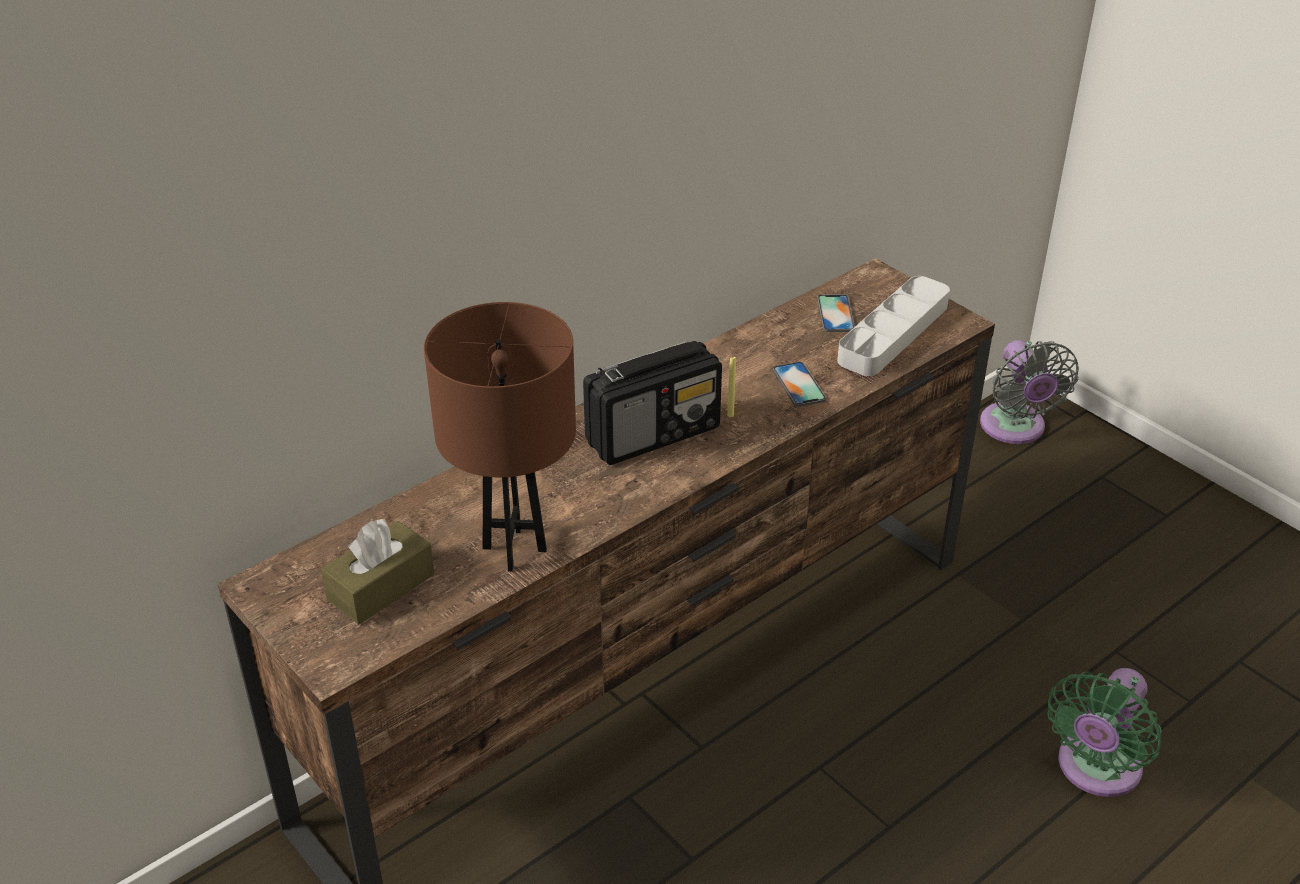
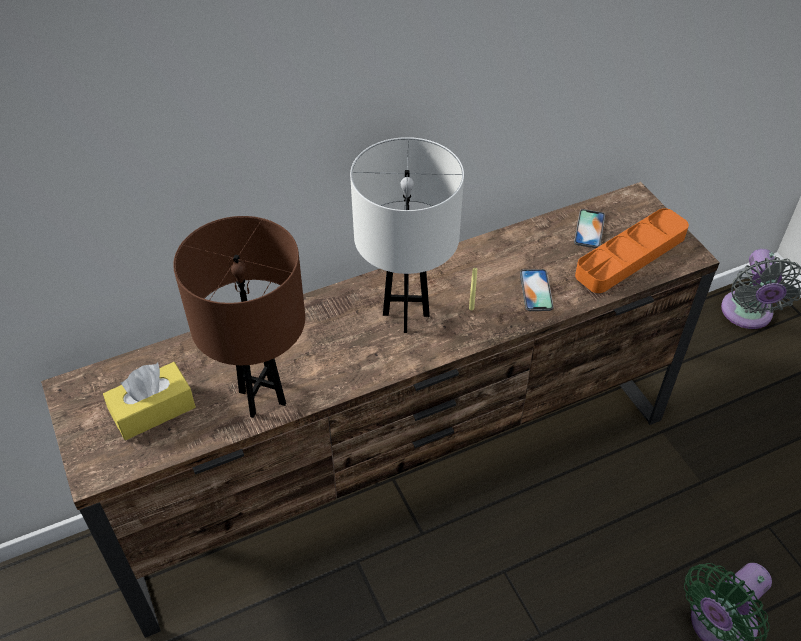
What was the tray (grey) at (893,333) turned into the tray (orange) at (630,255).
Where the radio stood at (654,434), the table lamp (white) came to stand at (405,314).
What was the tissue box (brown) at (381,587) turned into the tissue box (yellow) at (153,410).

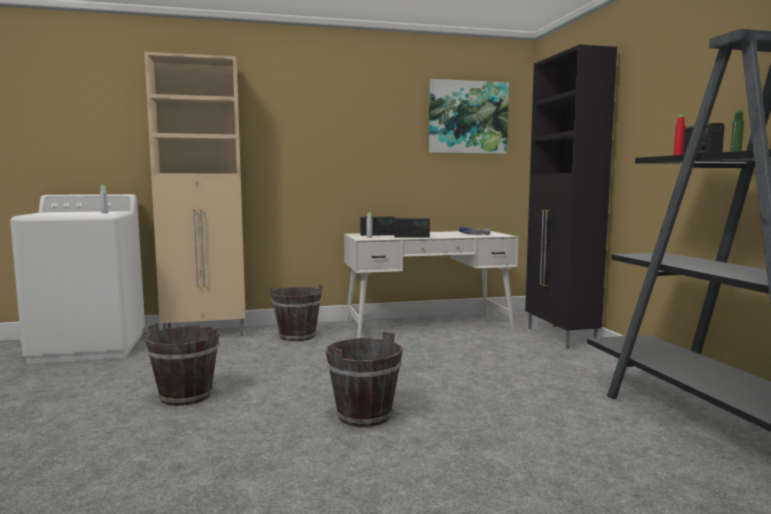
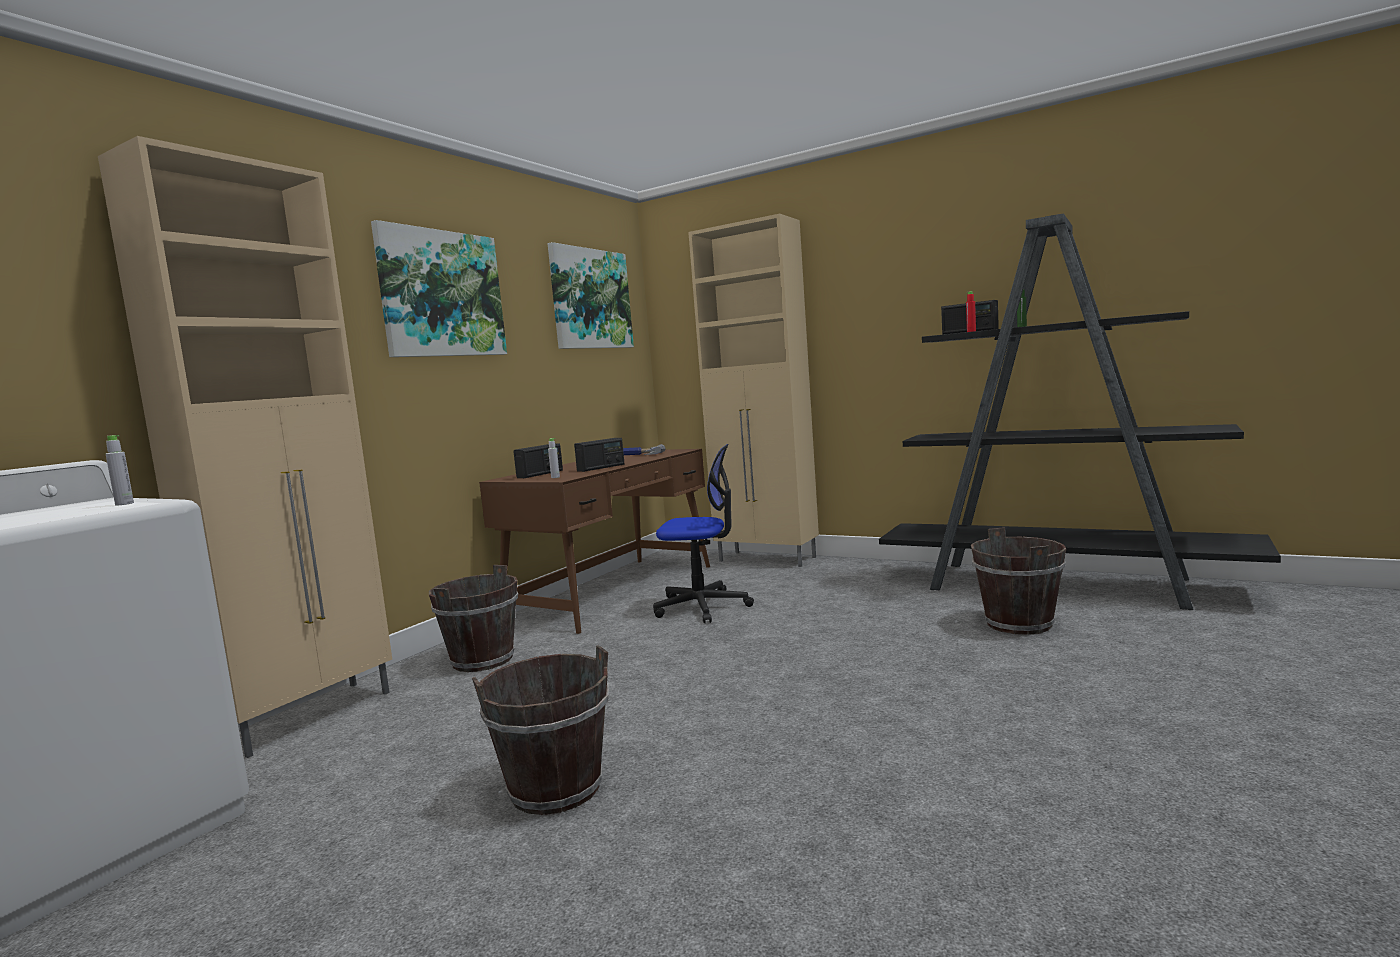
What was the cabinet (black) at (560,337) turned into the cabinet (beige) at (768,559).
What was the desk (white) at (428,325) turned into the desk (brown) at (614,591).
The bucket (brown) ended up elsewhere, having gone from (364,415) to (1019,624).
The second view gained the picture at (441,294).
The second view gained the office chair at (702,607).

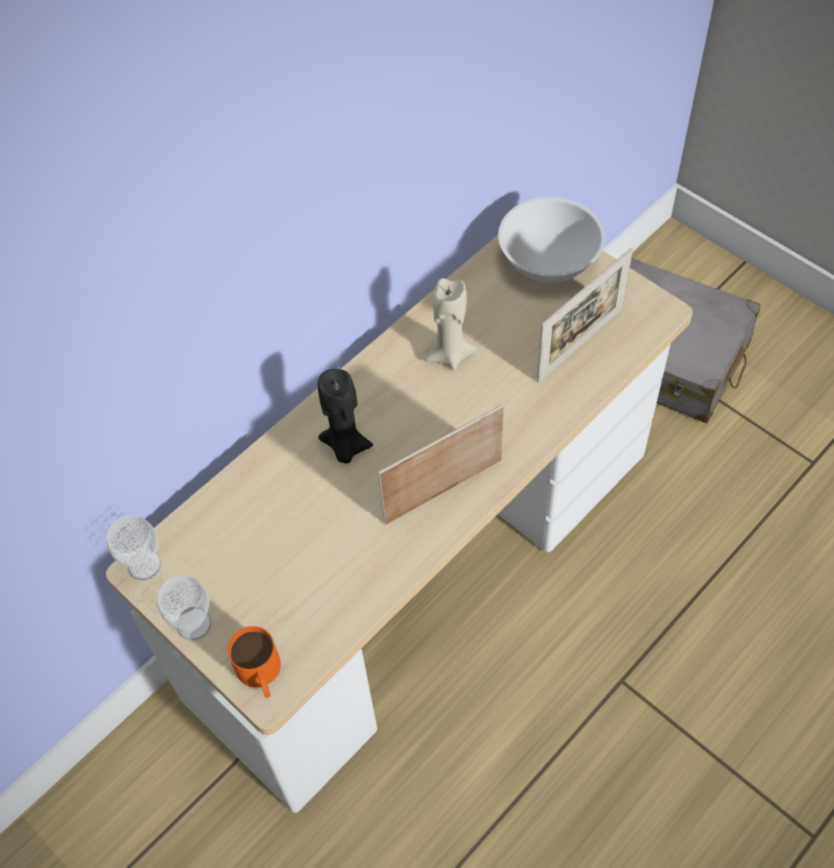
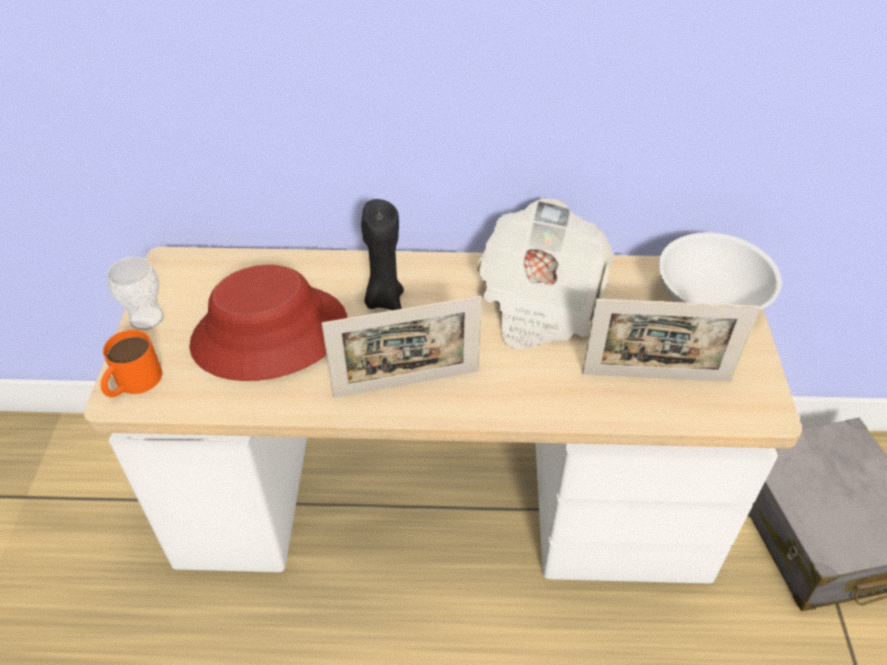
Where the candle (beige) stood at (449,355), the newspaper came to stand at (539,303).
The picture frame at (444,491) ended up facing another way, 150 degrees clockwise from before.
The second view lost the cup at (144,565).
The second view gained the hat (red) at (269,334).

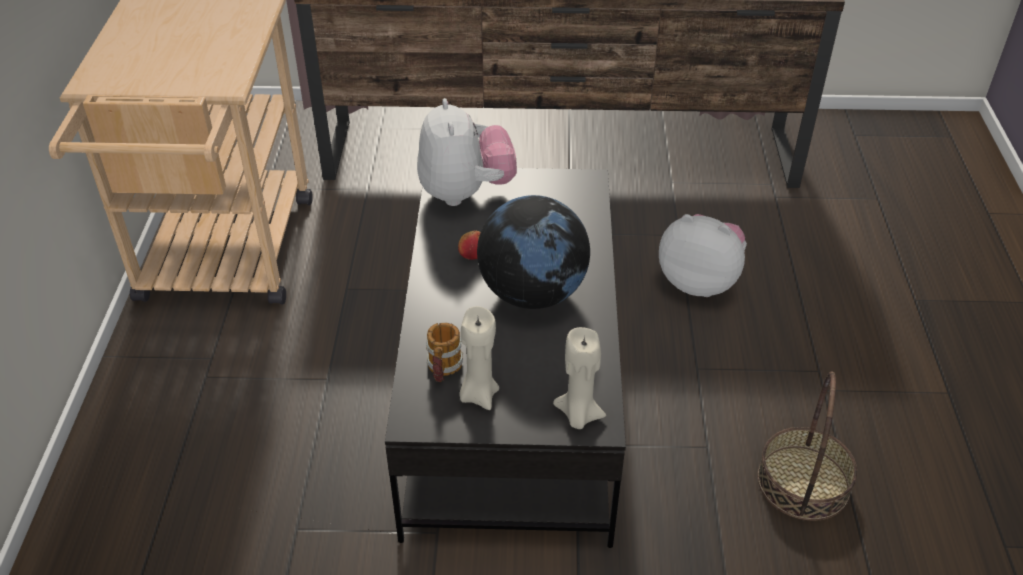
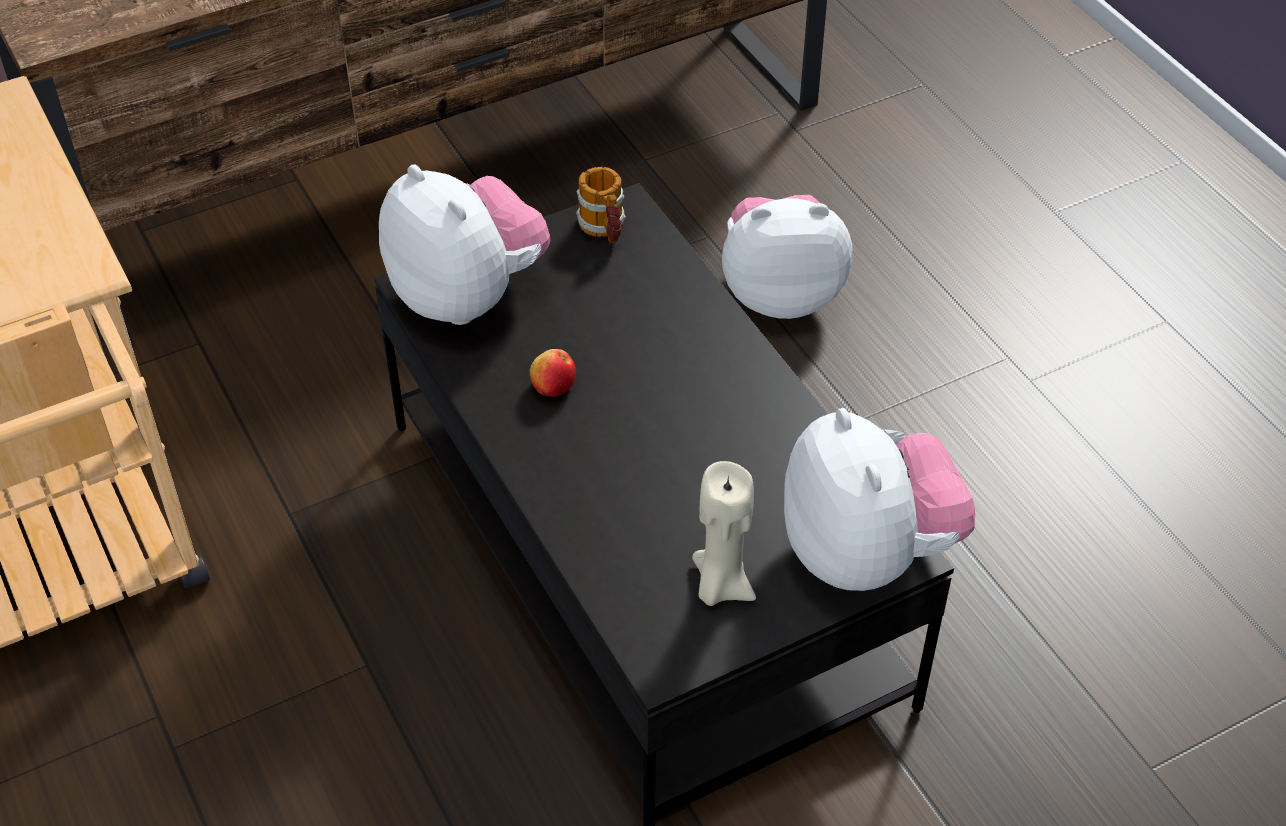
The second view lost the globe at (533,293).
The mug ended up elsewhere, having gone from (443,369) to (604,229).
Where the candle (beige) stood at (578,415), the plush toy came to stand at (867,553).
The second view lost the basket at (803,482).

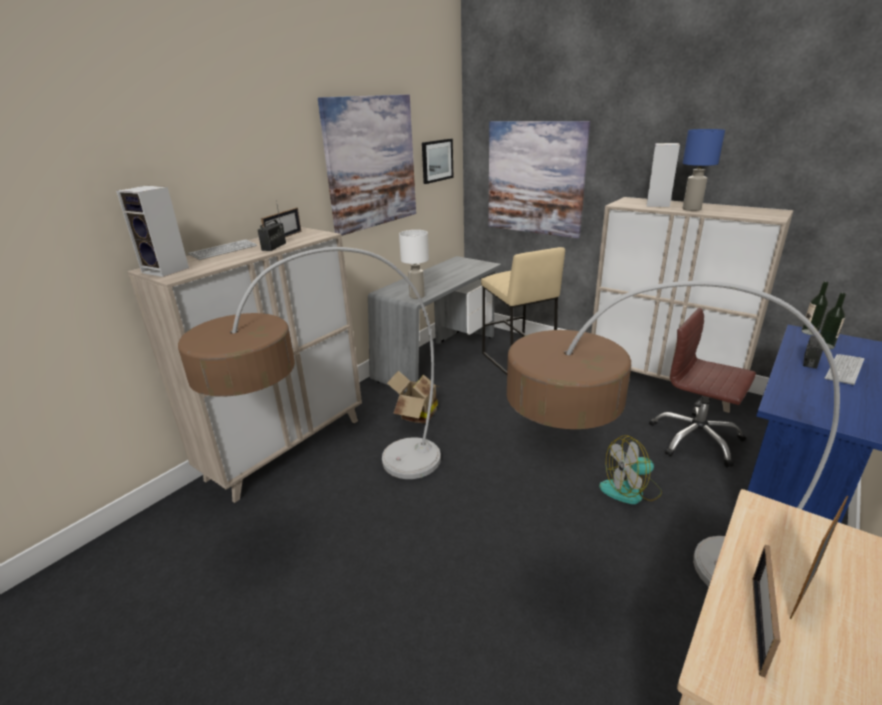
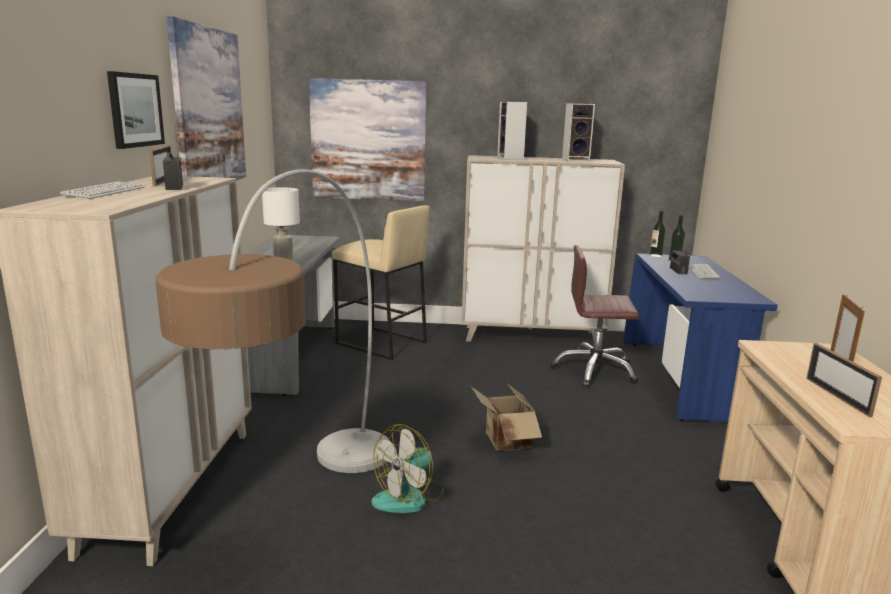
The second view lost the table lamp (blue) at (691,209).
The picture ended up elsewhere, having gone from (437,160) to (135,110).
The speaker ended up elsewhere, having gone from (167,270) to (576,160).
The second view lost the floor lamp at (625,568).
The cardboard box ended up elsewhere, having gone from (416,415) to (504,442).
The fan ended up elsewhere, having gone from (630,490) to (409,497).

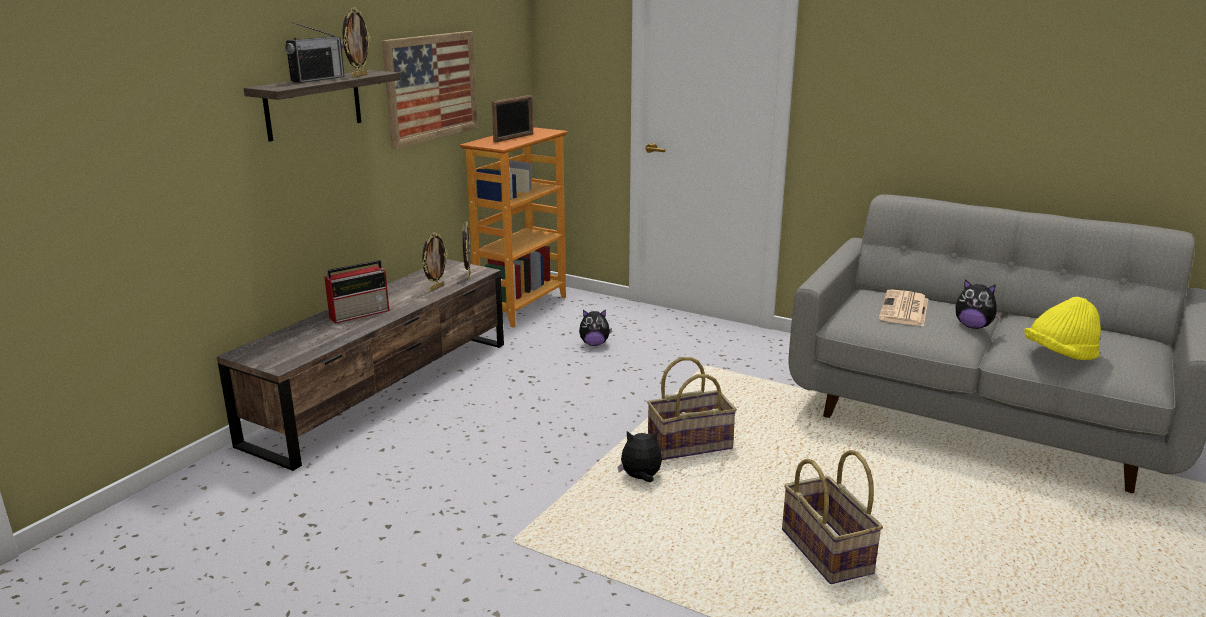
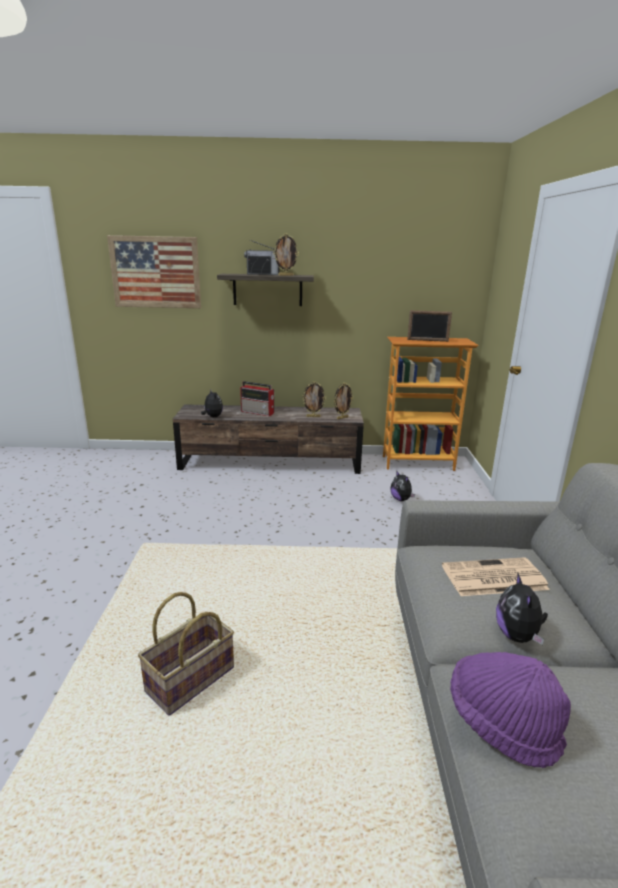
The picture ended up elsewhere, having gone from (431,87) to (155,272).
What was the hat (yellow) at (1059,355) turned into the hat (purple) at (502,723).
The second view lost the basket at (689,444).
The plush toy ended up elsewhere, having gone from (641,478) to (212,417).

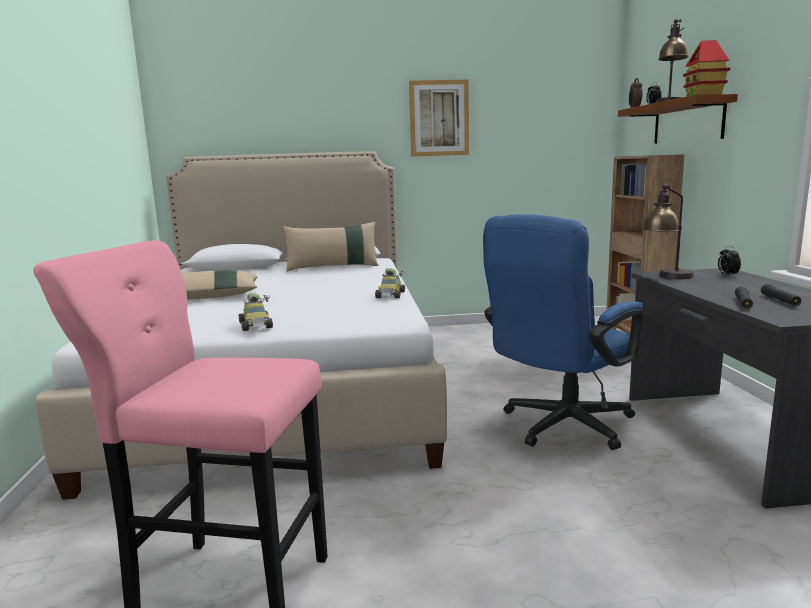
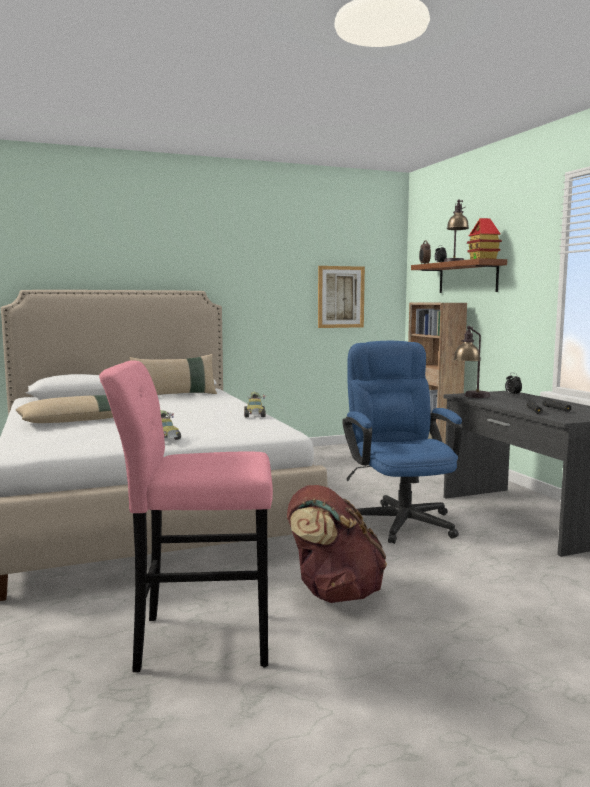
The picture ended up elsewhere, having gone from (439,118) to (340,297).
The office chair (blue) at (560,427) ended up facing another way, 135 degrees clockwise from before.
The second view gained the backpack (brown) at (333,593).

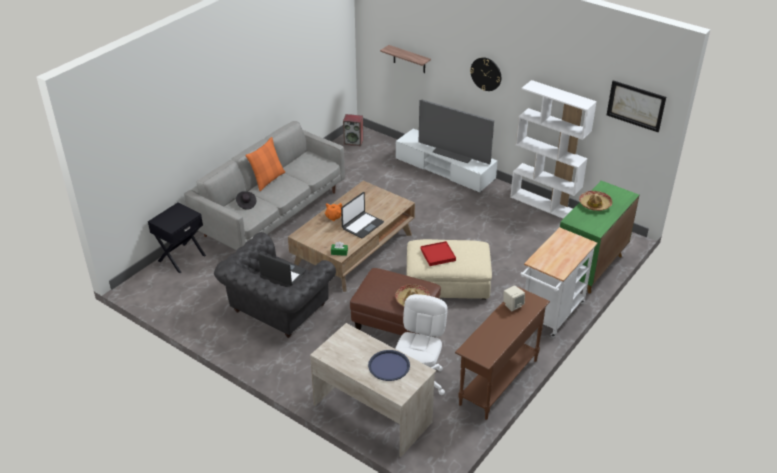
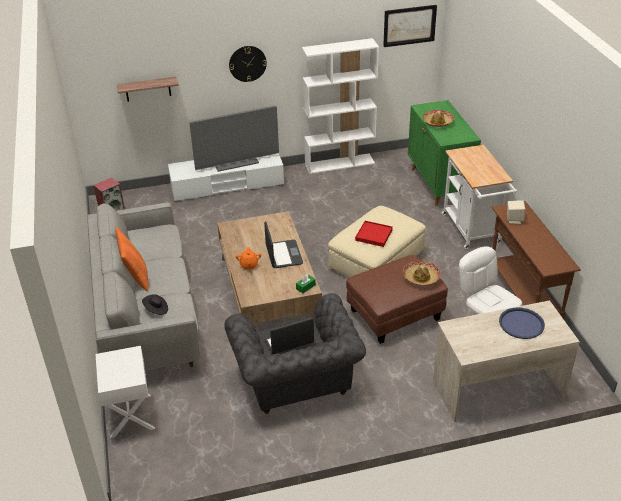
What was the nightstand (black) at (181,258) turned into the nightstand (white) at (130,416).

